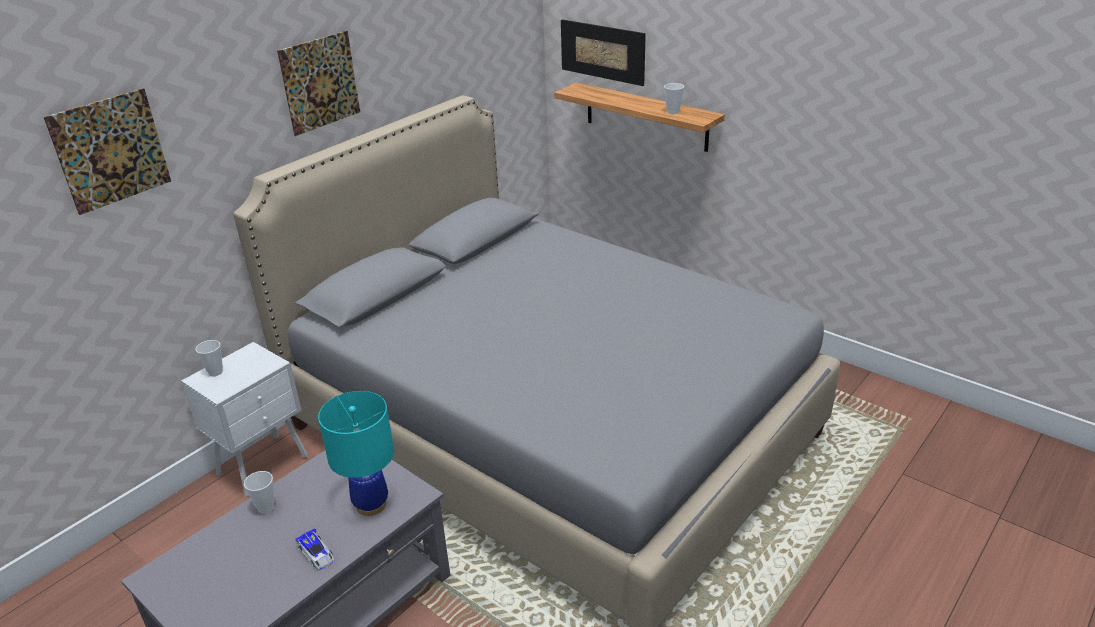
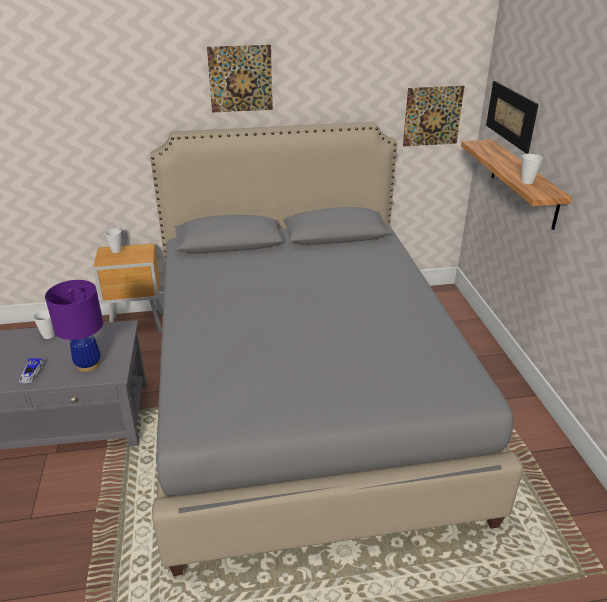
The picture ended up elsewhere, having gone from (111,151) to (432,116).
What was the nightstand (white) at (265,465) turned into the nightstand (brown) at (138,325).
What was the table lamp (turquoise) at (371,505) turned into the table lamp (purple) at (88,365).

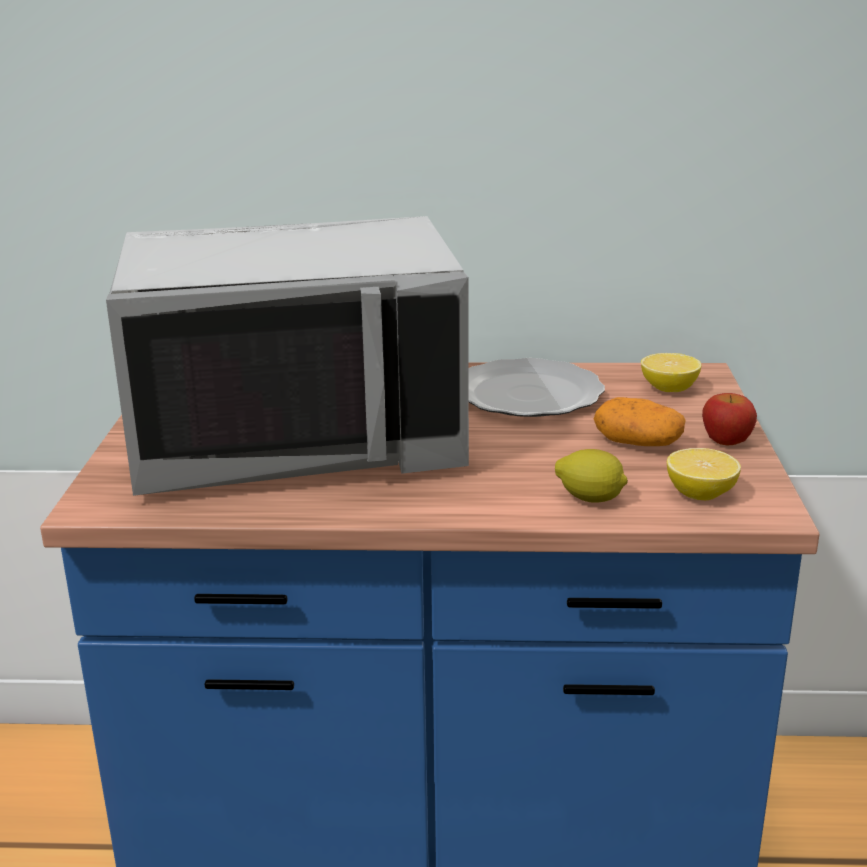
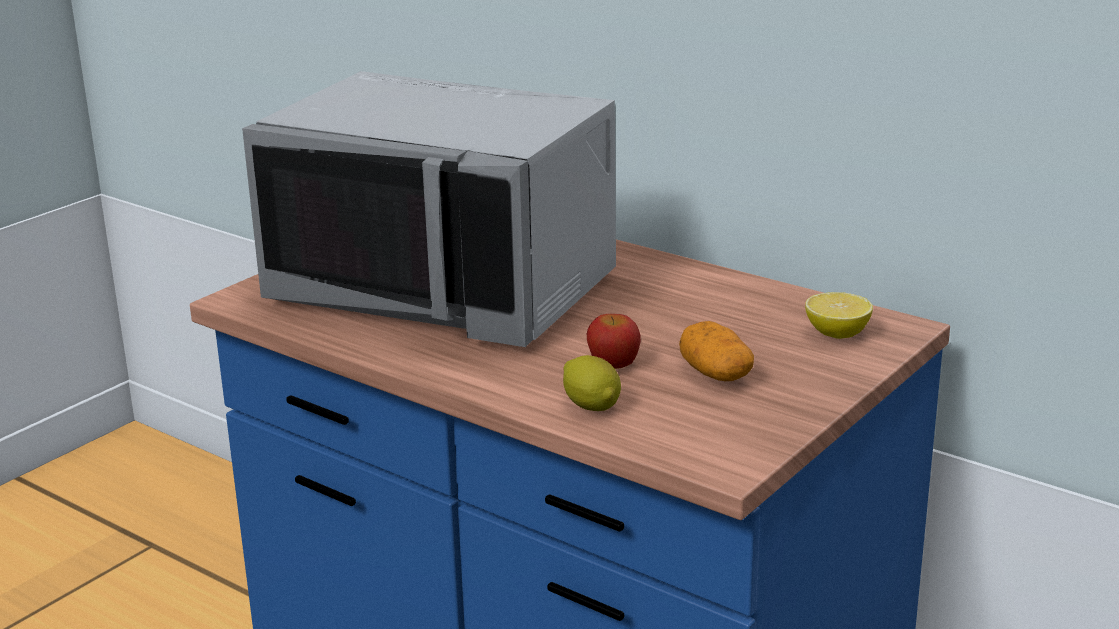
The second view lost the plate at (530,395).
The apple ended up elsewhere, having gone from (726,441) to (613,364).
The second view lost the lemon at (700,494).

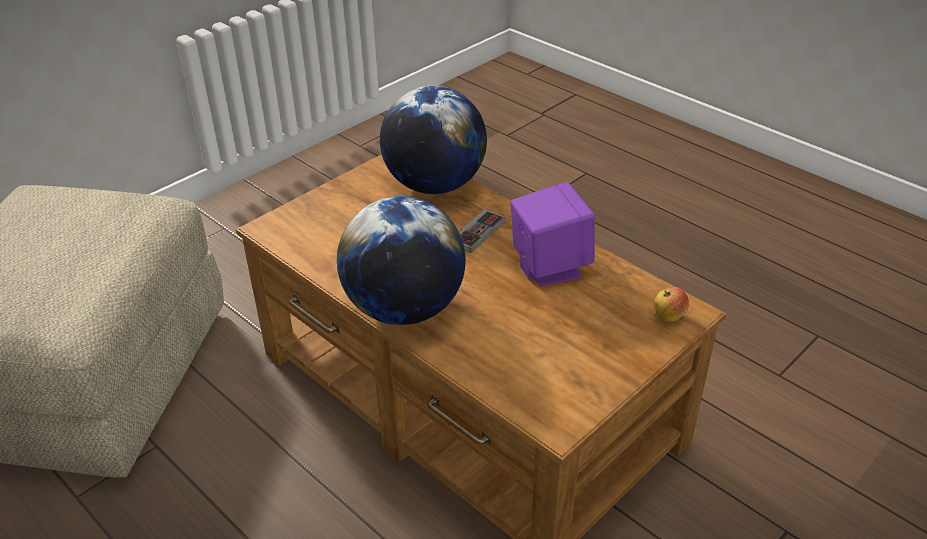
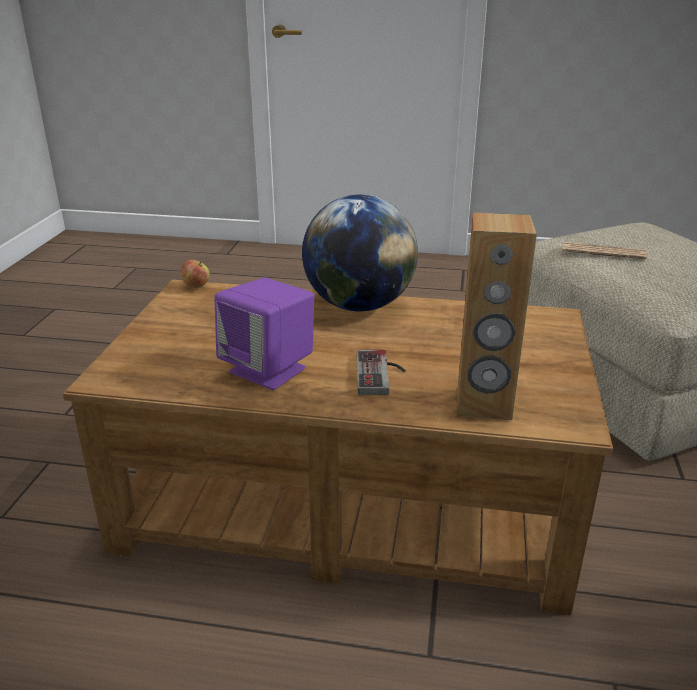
Where the globe stood at (435,185), the speaker (brown) came to stand at (483,405).
The apple ended up elsewhere, having gone from (669,316) to (196,286).
The second view gained the newspaper at (603,252).

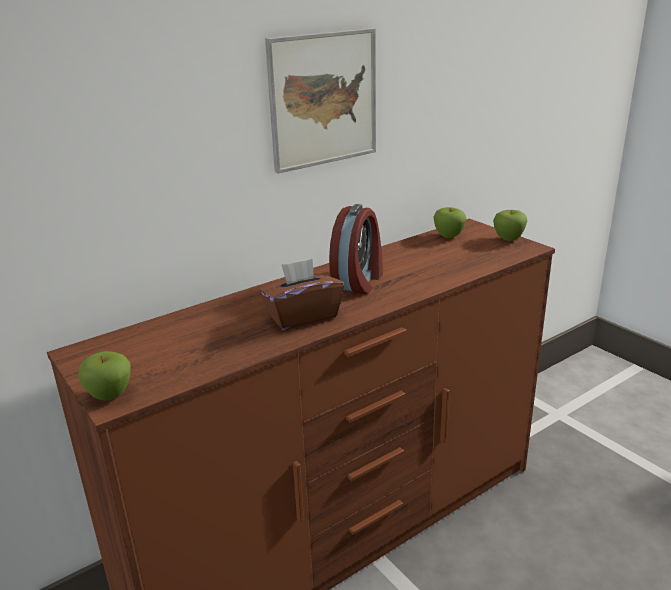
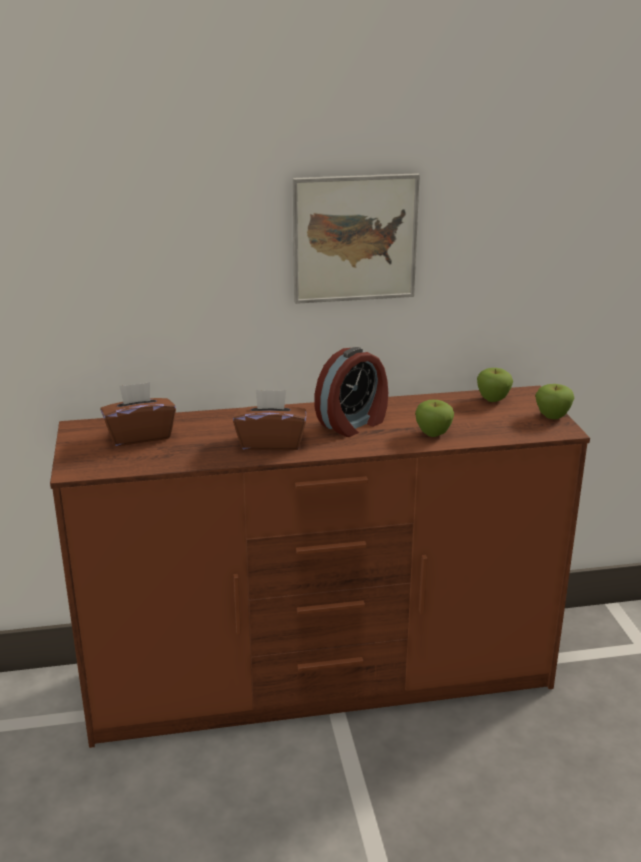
The apple ended up elsewhere, having gone from (110,395) to (433,433).
The second view gained the tissue box (brown) at (140,436).

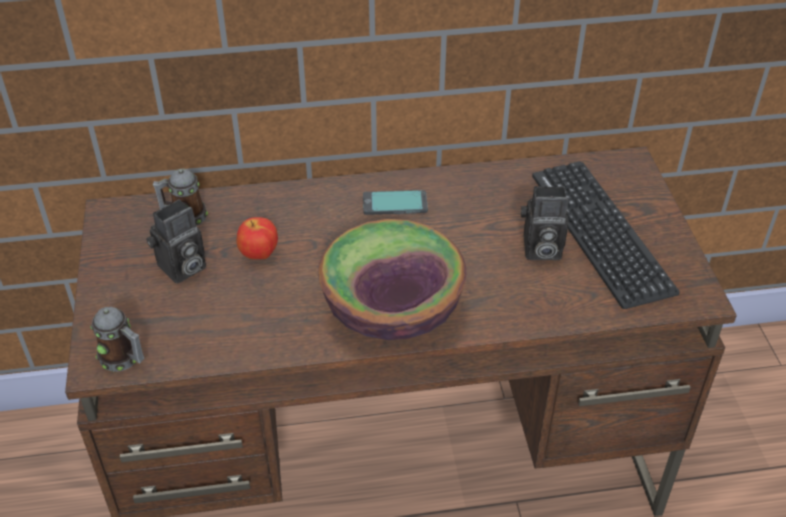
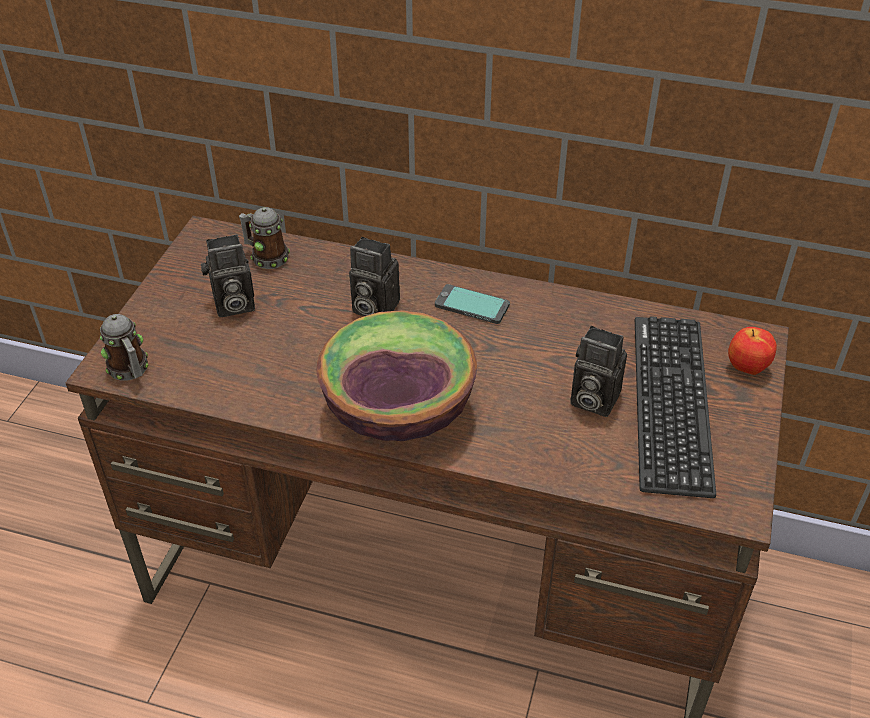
The apple ended up elsewhere, having gone from (259,255) to (746,368).
The second view gained the photo camera at (372,307).

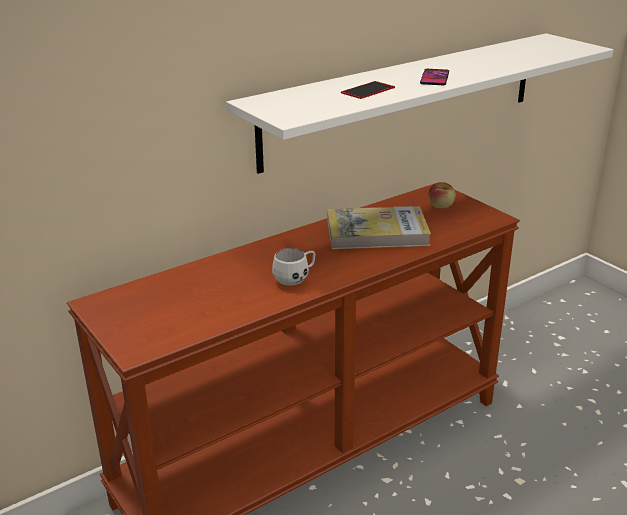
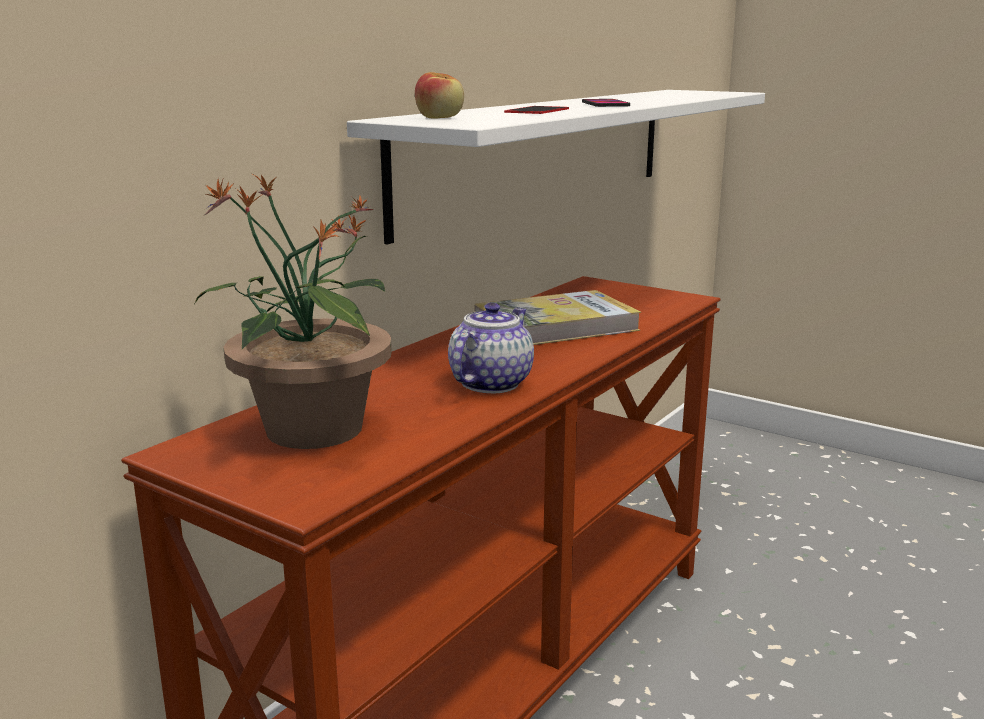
The apple ended up elsewhere, having gone from (441,206) to (440,117).
Where the mug (white) stood at (296,279), the teapot came to stand at (491,383).
The second view gained the potted plant at (312,430).

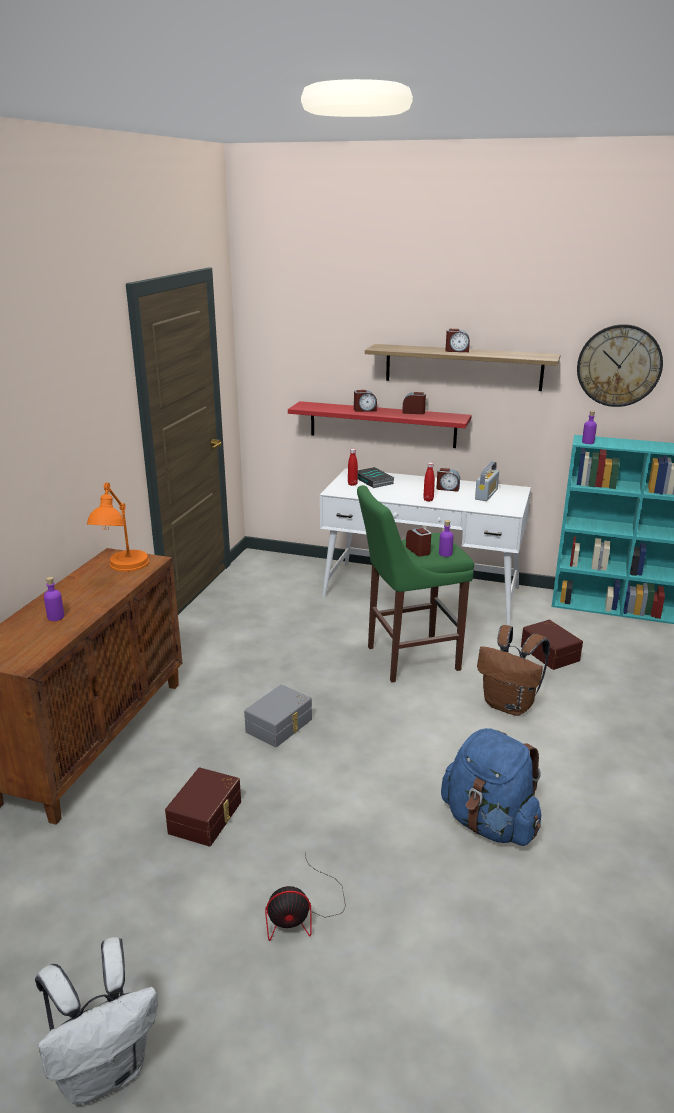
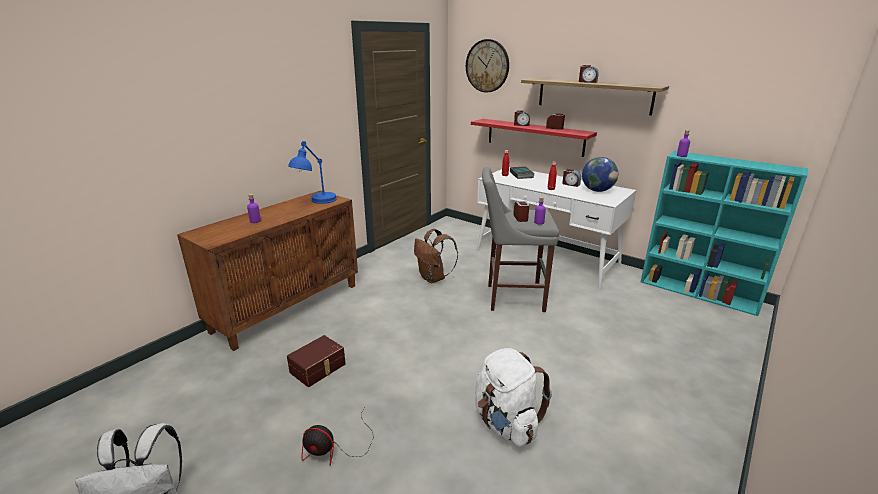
The wall clock ended up elsewhere, having gone from (619,365) to (487,66).
Where the radio stood at (486,494), the globe came to stand at (597,190).
What was the table lamp (orange) at (122,571) turned into the table lamp (blue) at (316,203).
What was the stool (green) at (408,658) turned into the stool (grey) at (511,297).
The second view lost the storage box (brown) at (550,653).
The backpack (brown) ended up elsewhere, having gone from (510,705) to (434,278).
The second view lost the storage box (grey) at (280,726).
What was the backpack (blue) at (489,823) turned into the backpack (white) at (506,423).

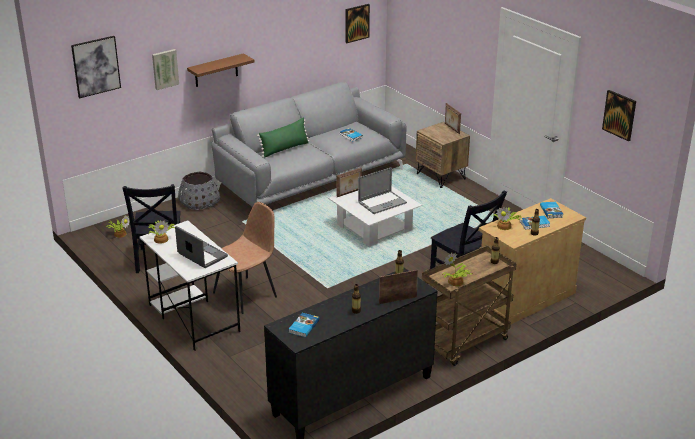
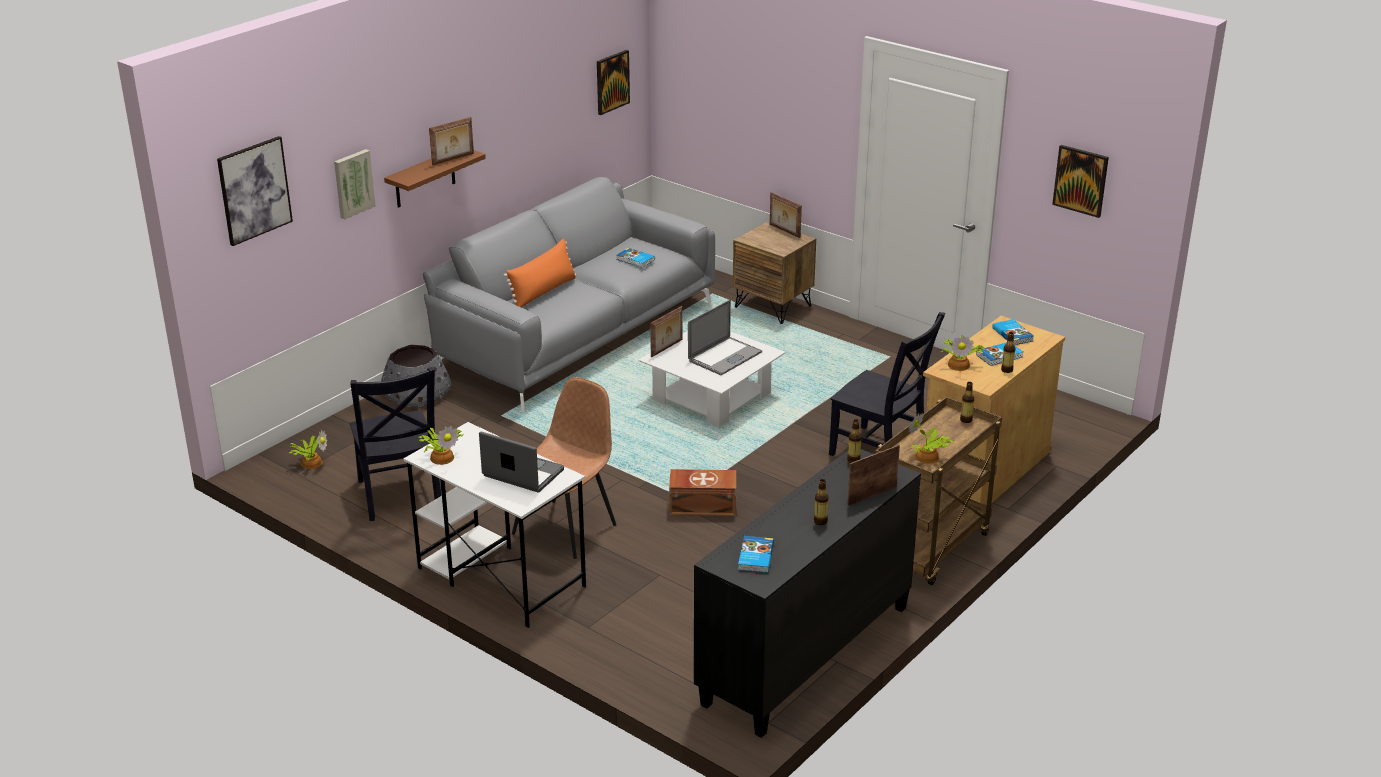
What was the pillow (green) at (285,149) turned into the pillow (orange) at (543,292).
The second view gained the picture frame at (453,159).
The second view gained the storage box (brown) at (701,505).

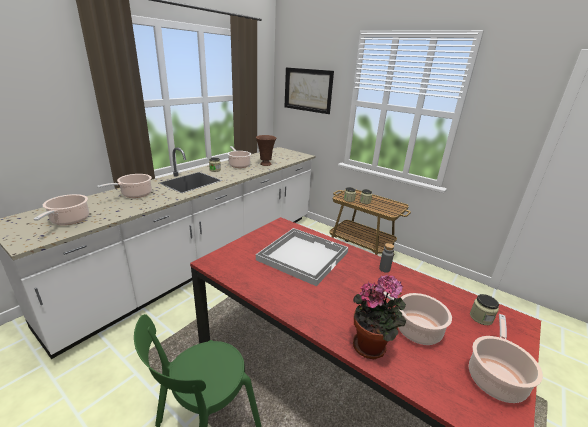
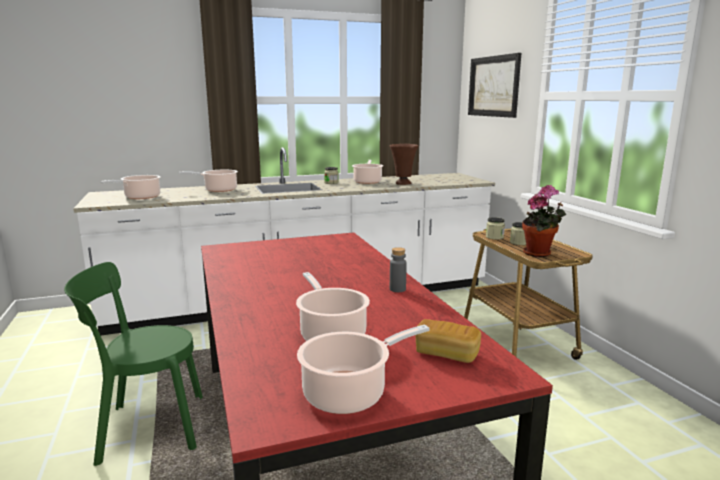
The second view lost the tray (white) at (302,255).
The potted plant ended up elsewhere, having gone from (372,346) to (539,254).
Where the jar stood at (481,318), the bread came to stand at (446,353).

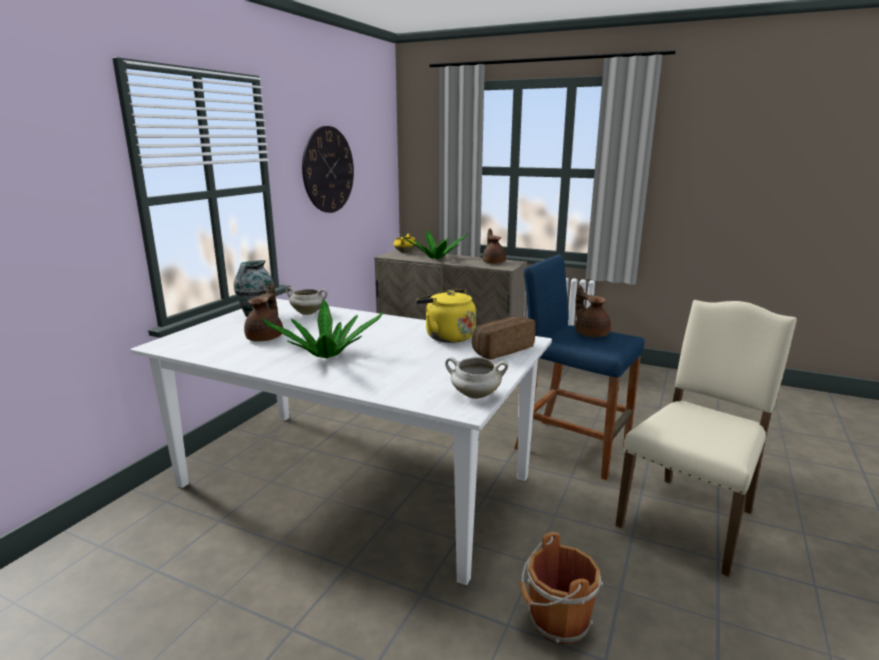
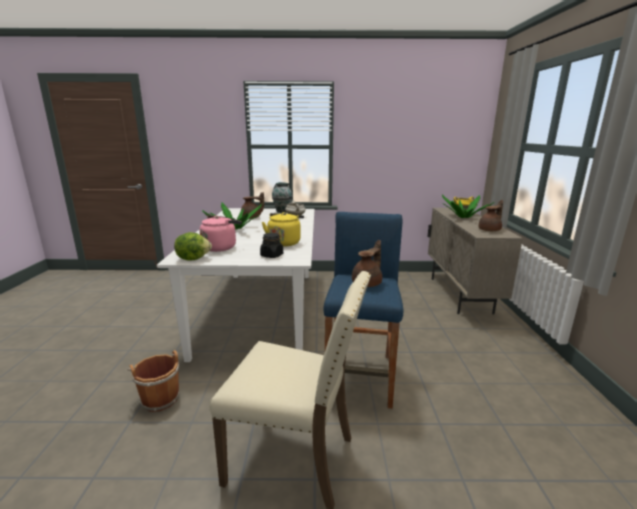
The second view lost the wall clock at (328,170).
Where the bread stood at (500,349), the jar (black) came to stand at (272,255).
Where the cooking pot (white) stood at (474,395), the lettuce came to stand at (193,258).
The second view gained the kettle (pink) at (221,247).

